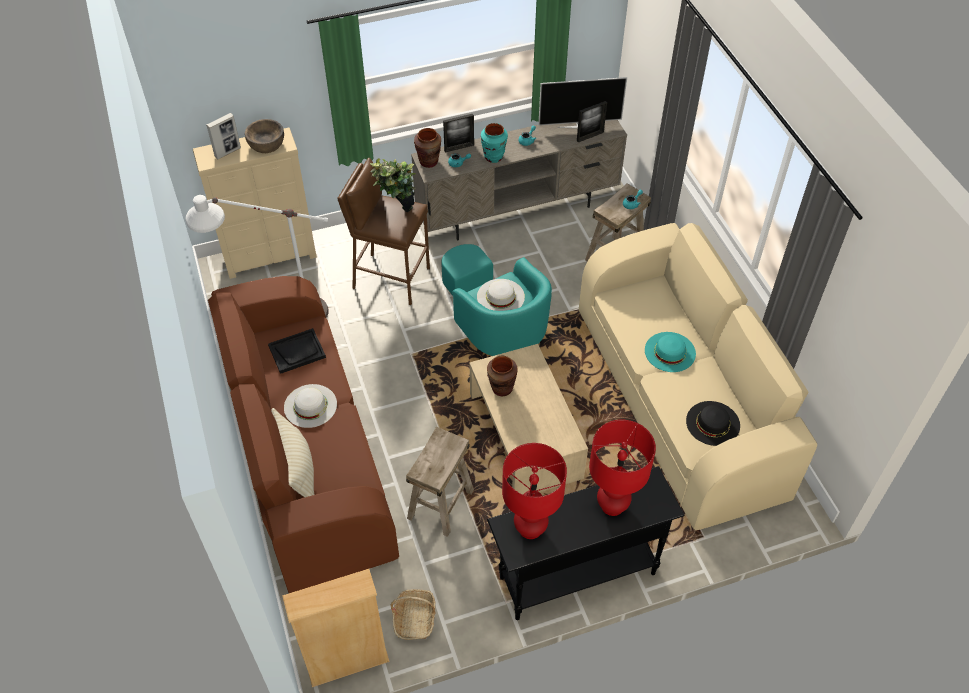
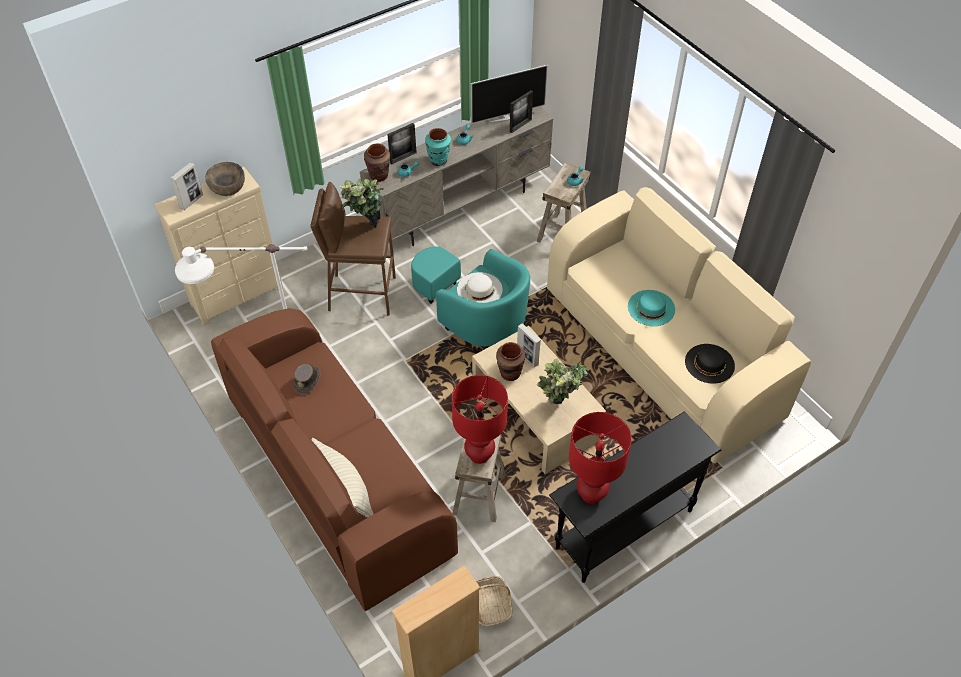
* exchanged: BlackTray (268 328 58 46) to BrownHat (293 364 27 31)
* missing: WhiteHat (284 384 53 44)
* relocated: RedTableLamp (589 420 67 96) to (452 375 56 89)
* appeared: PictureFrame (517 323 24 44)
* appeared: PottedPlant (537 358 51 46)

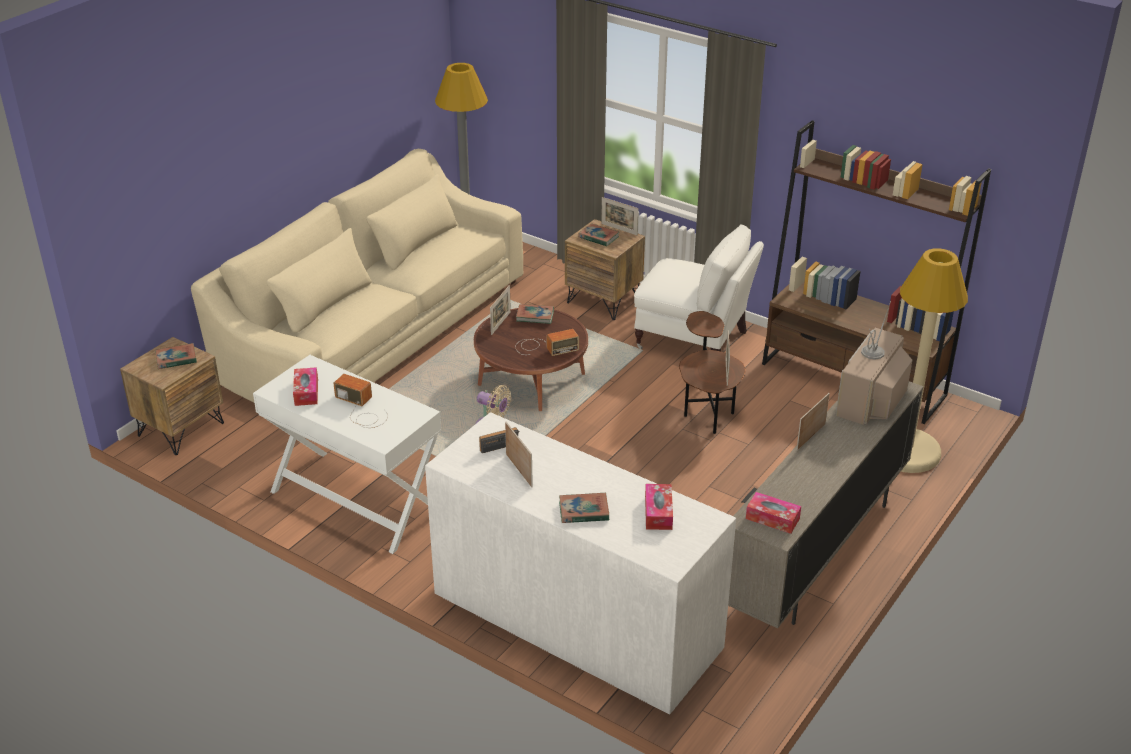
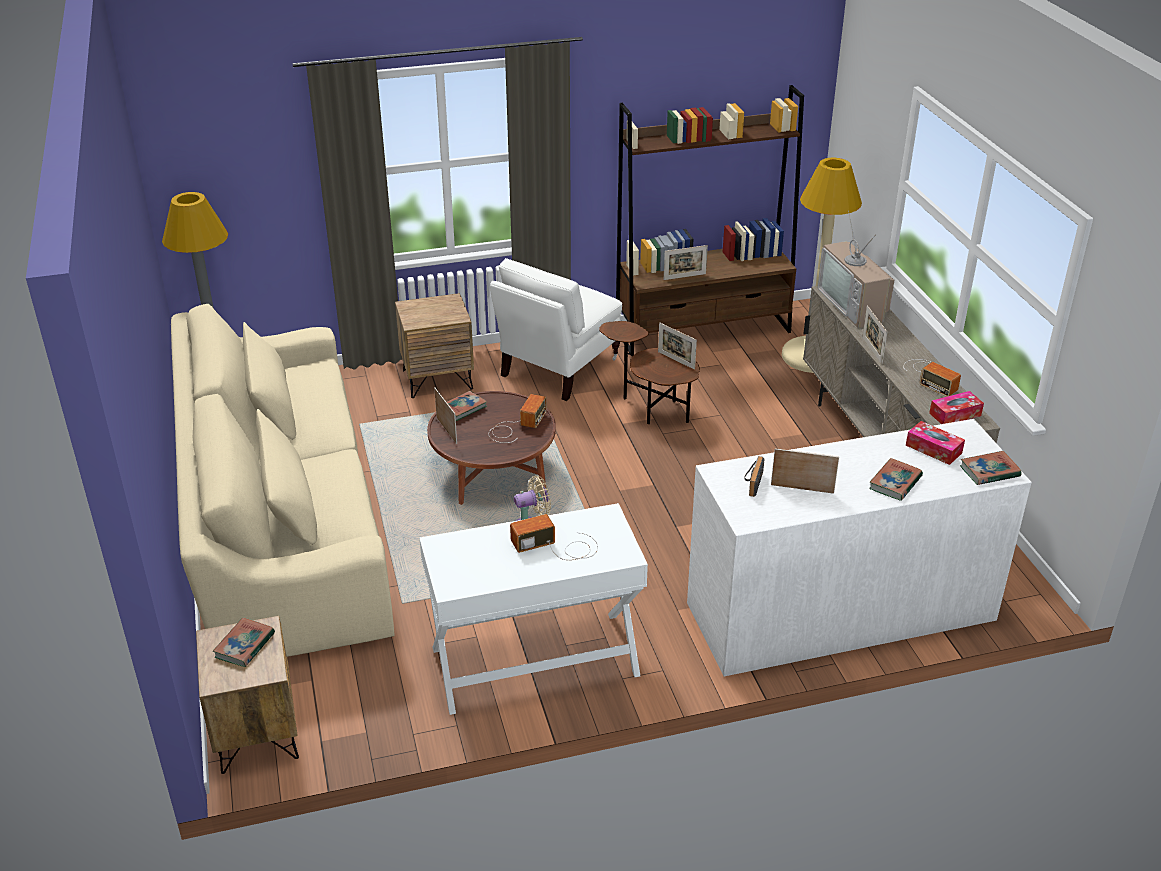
* relocated: PictureFrame (601 197 37 38) to (664 245 44 35)
* relocated: Book (578 223 41 24) to (960 451 61 34)
* spun: WhiteArmchair (634 224 130 127) = (490 258 132 143) 150 degrees clockwise
* missing: TissueBox (293 367 25 39)
* appeared: Radio (903 359 58 38)

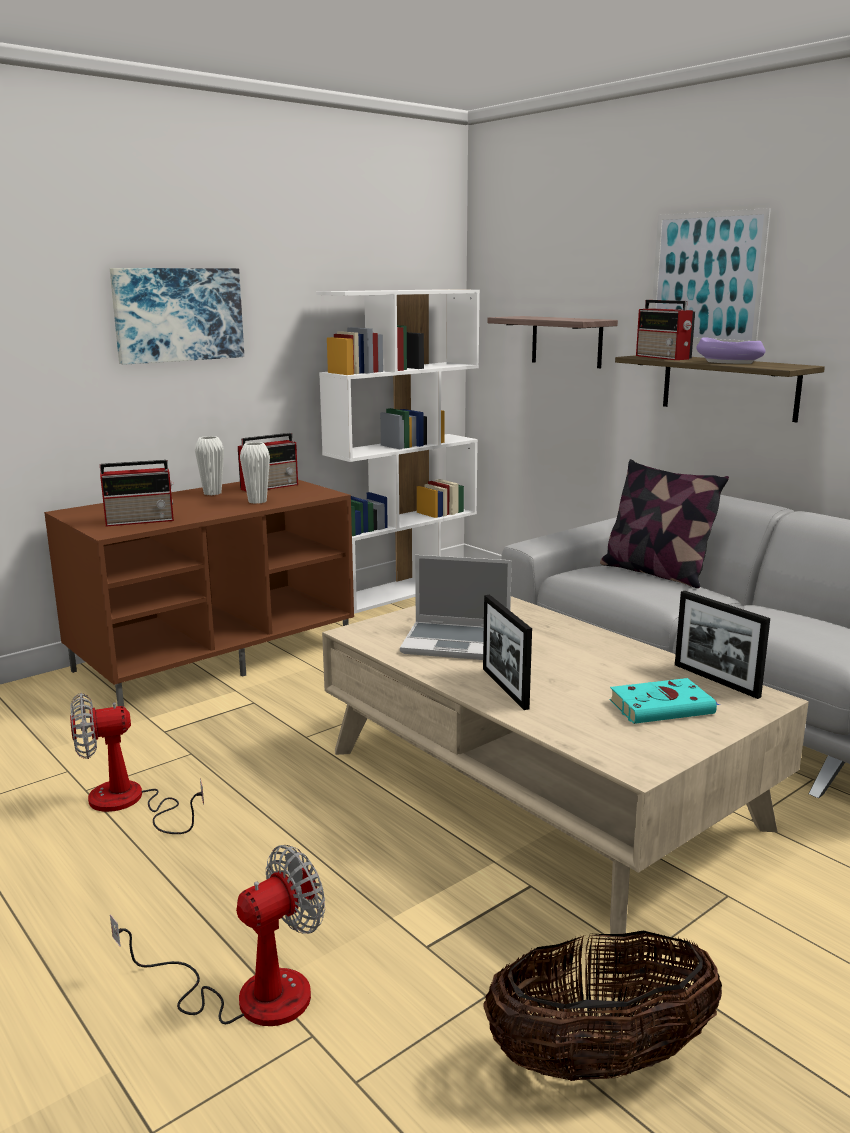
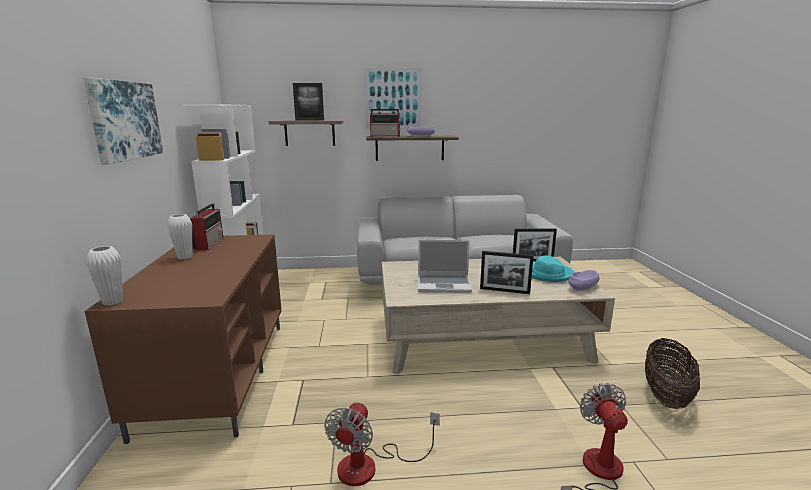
* relocated: WhiteVase (240 442 30 62) to (86 246 37 60)
* missing: Pillow (600 459 129 129)
* missing: Radio (99 460 75 67)
* spun: Laptop (400 555 112 105) = (418 240 54 53) 45 degrees clockwise
* exchanged: TurquoiseBook (610 678 110 46) to TurquoiseHat (532 256 44 26)
* appeared: PictureFrame (293 83 31 38)
* appeared: PurpleBowl (568 270 32 21)

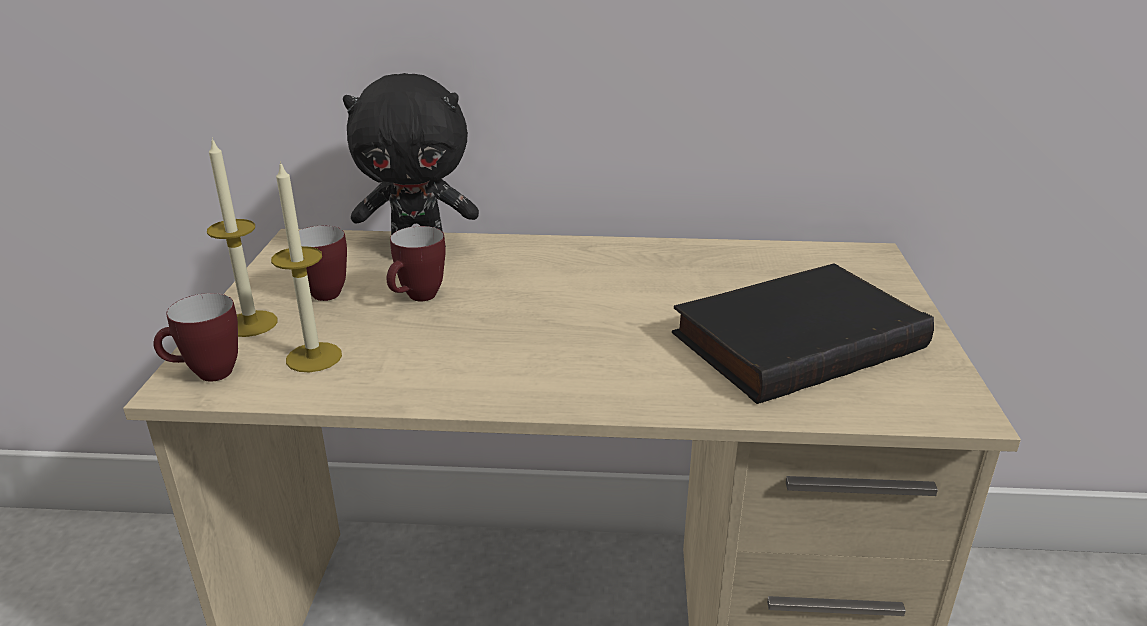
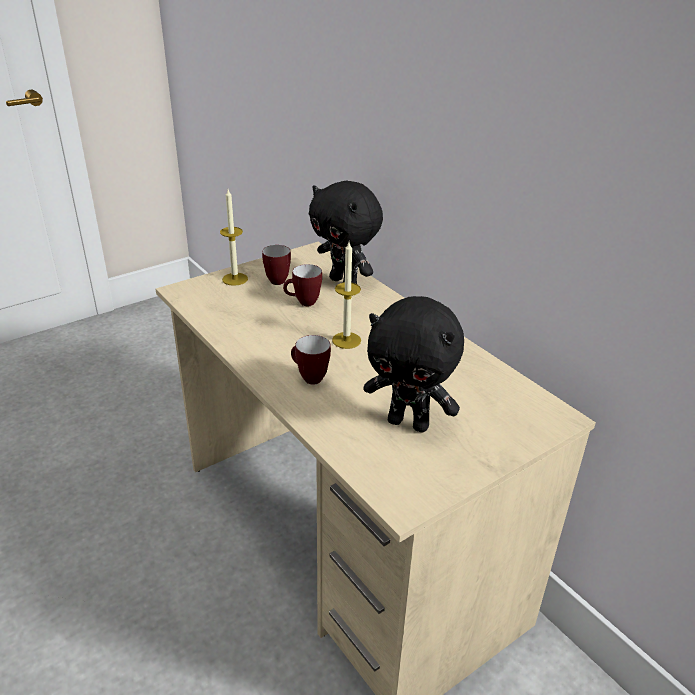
* relocated: Candle (271 161 71 211) to (332 242 29 107)
* exchanged: BlackBook (672 263 262 141) to BlackPlushToy (363 296 101 136)
* relocated: Mug (153 293 85 89) to (291 335 40 50)

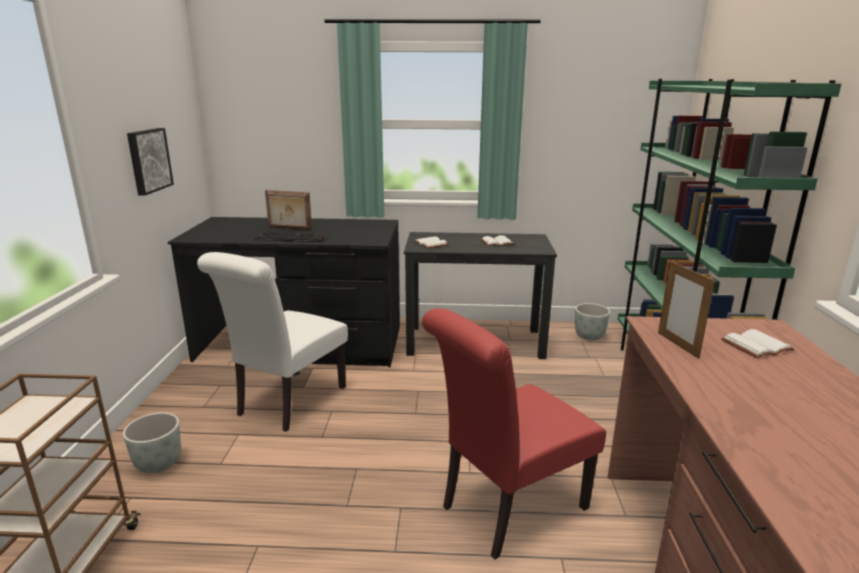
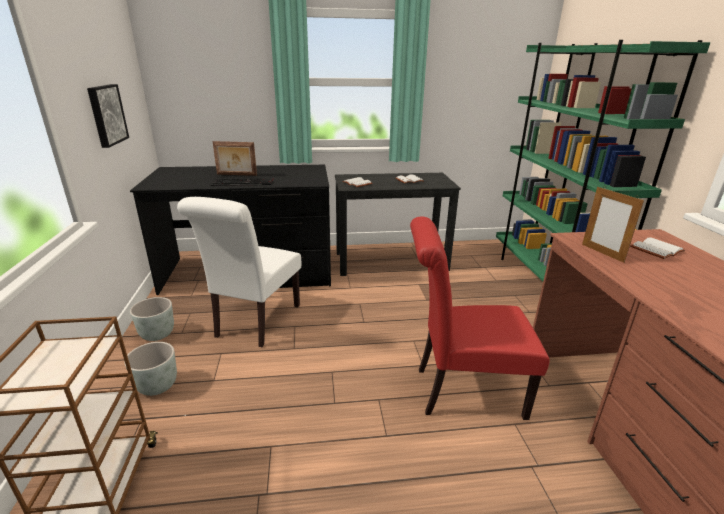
* relocated: GreyPlanter (575 303 35 38) to (130 297 44 44)
* spun: RedChair (422 308 184 251) = (410 217 140 203) 45 degrees clockwise

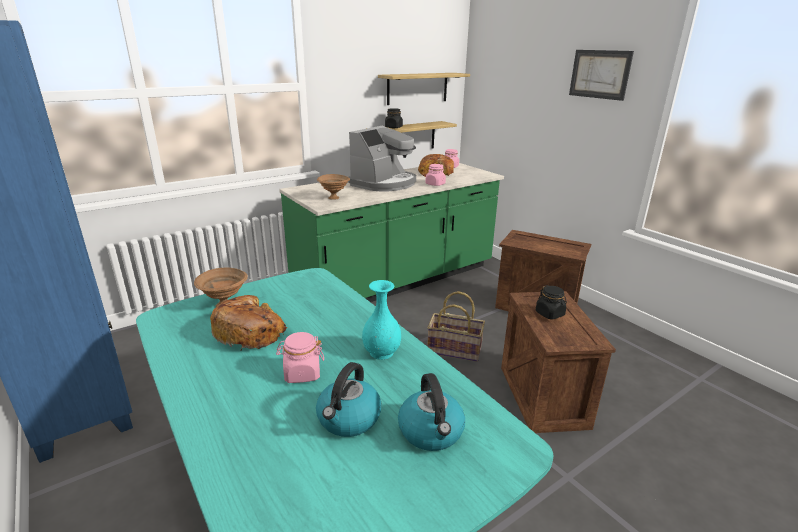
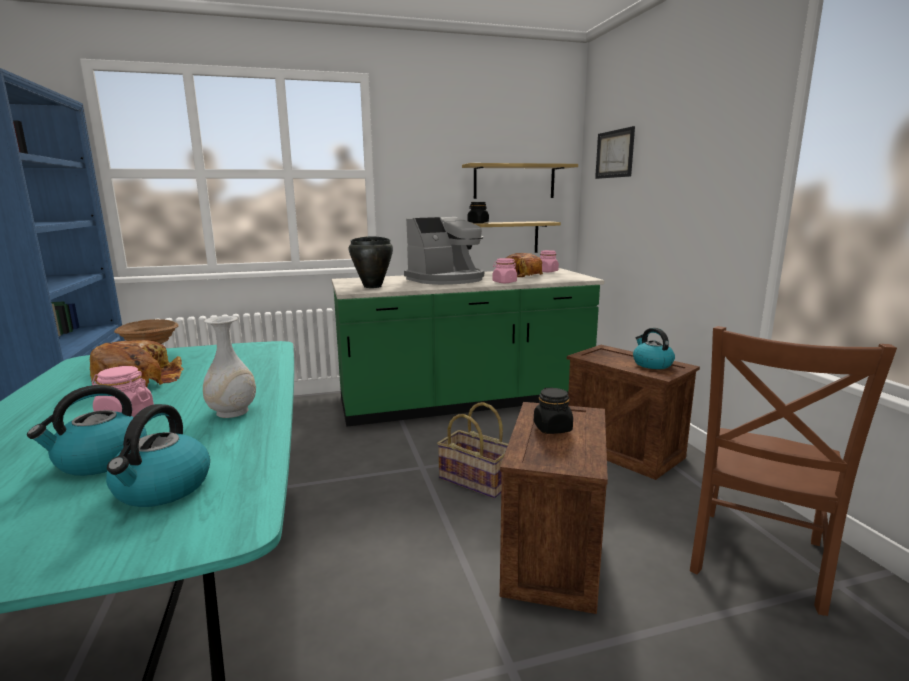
* relocated: Picture (569 50 65 51) to (595 126 40 53)
* exchanged: BrownBowl (317 174 33 26) to BlackCookingPot (349 236 44 52)
* colour: TurquoiseVase (362 280 39 80) to WhiteVase (203 316 53 102)
* appeared: BrownChair (690 326 207 290)
* appeared: Kettle (633 328 42 41)

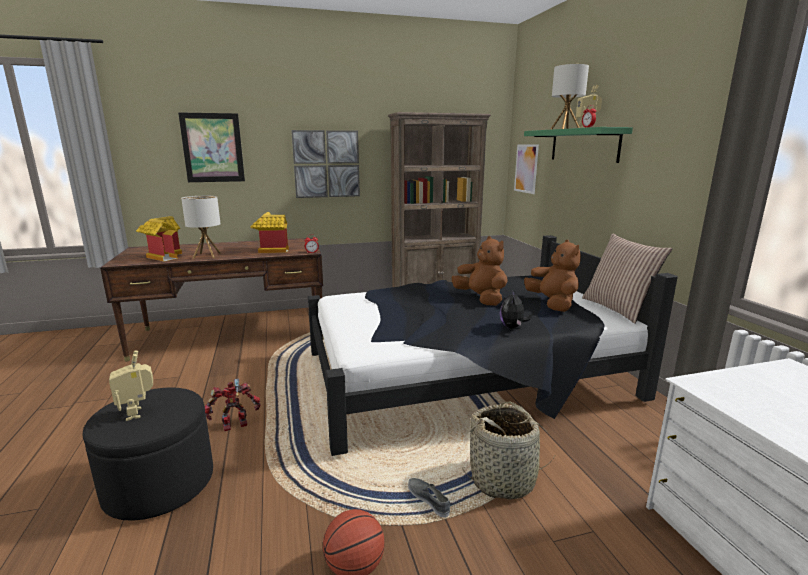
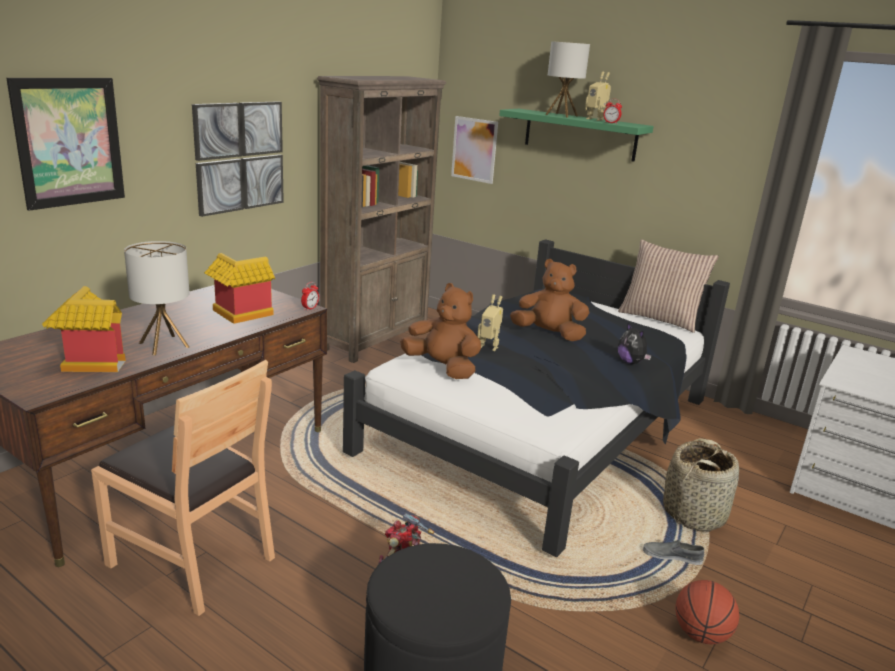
* relocated: BrownPlushToy (524 240 57 72) to (400 283 81 96)
* relocated: ToyRobot (109 350 44 71) to (477 294 26 57)
* appeared: BrownChair (91 360 184 256)

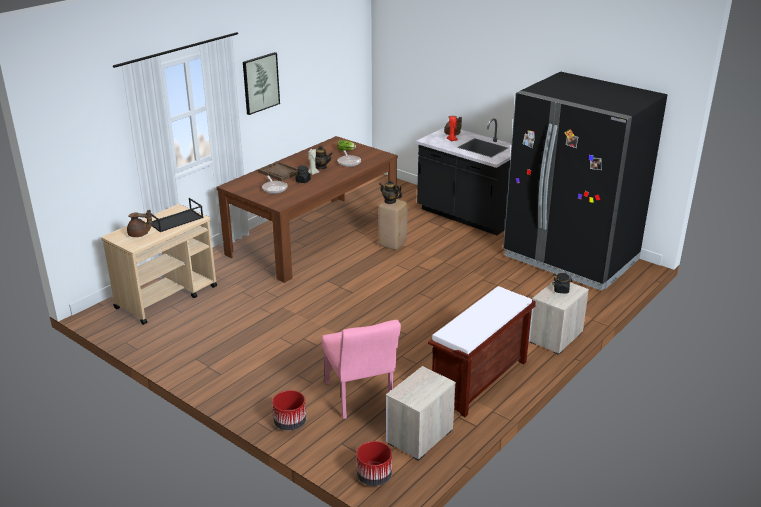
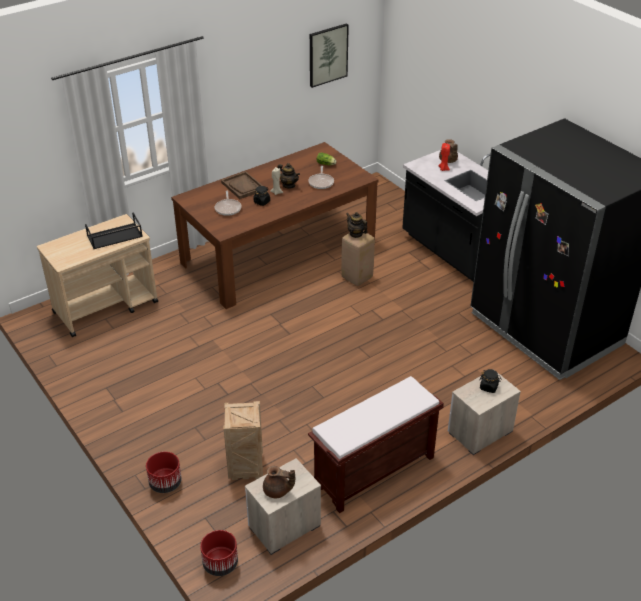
* relocated: Picture (243 52 37 63) to (310 23 39 65)
* relocated: BrownTeapot (127 210 25 27) to (263 466 32 33)
* exchanged: PinkChair (322 320 79 99) to Crate (224 401 39 79)

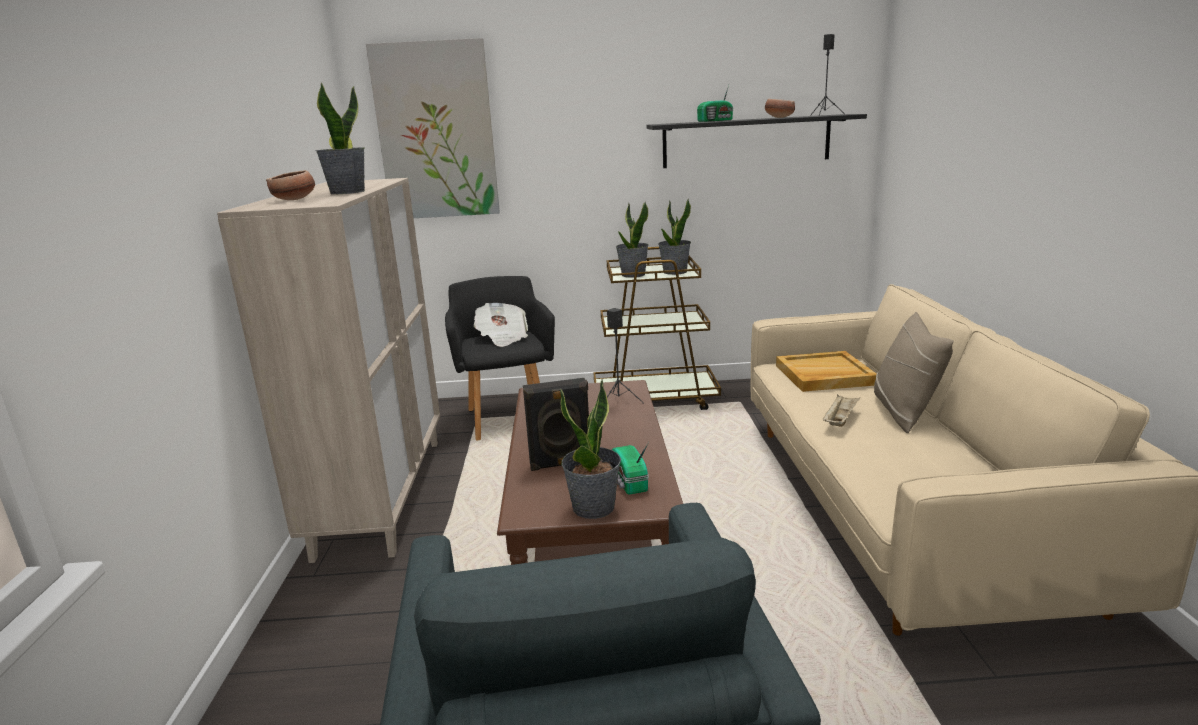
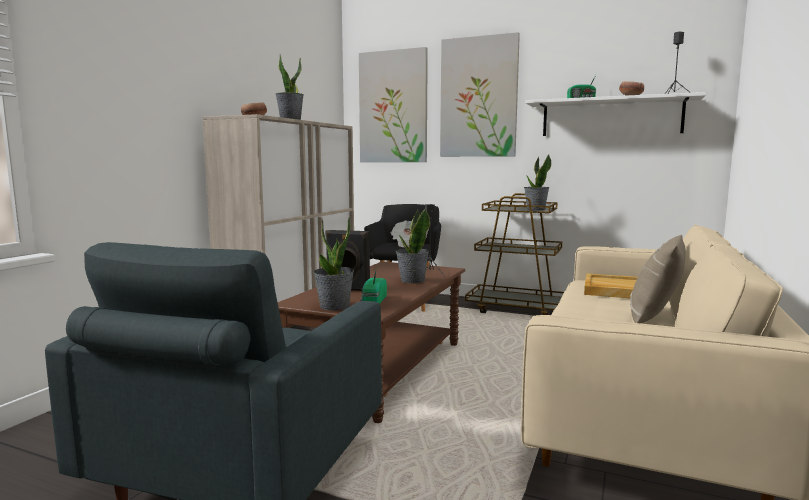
* colour: BlackShelf (646 114 221 54) to WhiteShelf (525 92 181 44)
* relocated: PottedPlant (616 202 33 76) to (396 209 34 74)
* missing: BeigeTray (823 394 37 33)
* appeared: Picture (440 32 80 125)

